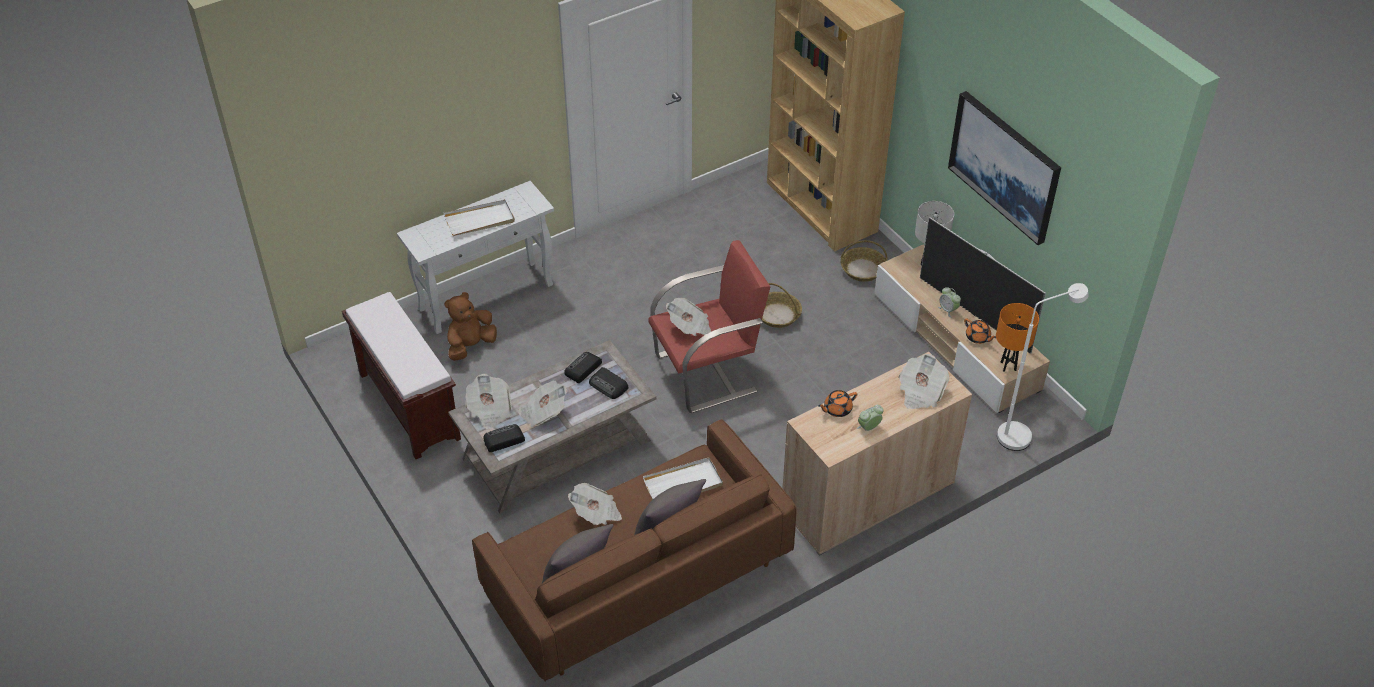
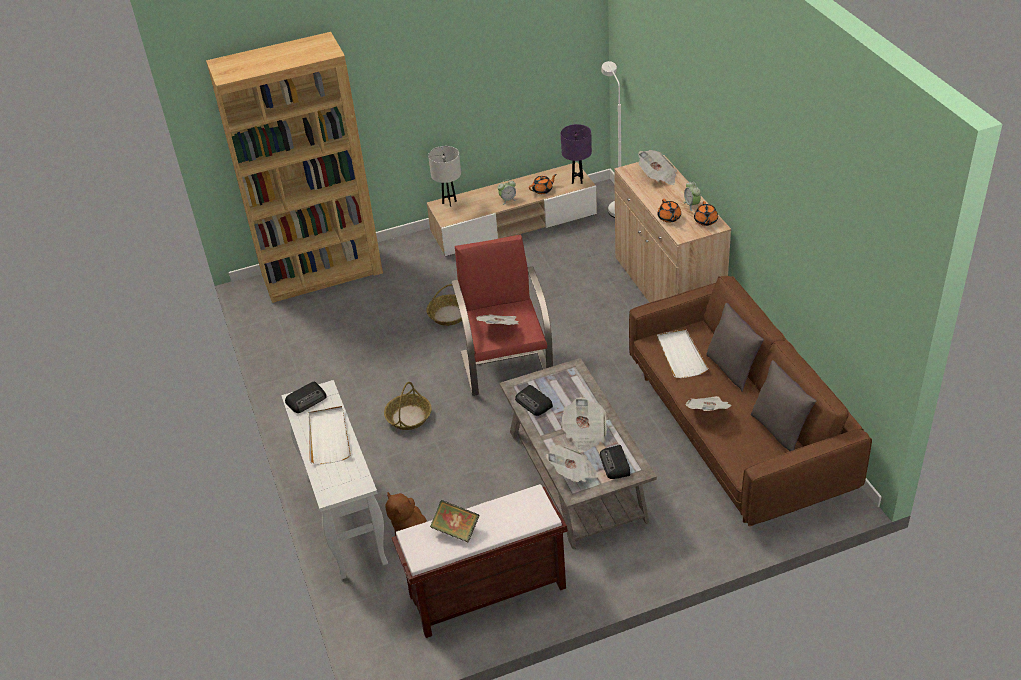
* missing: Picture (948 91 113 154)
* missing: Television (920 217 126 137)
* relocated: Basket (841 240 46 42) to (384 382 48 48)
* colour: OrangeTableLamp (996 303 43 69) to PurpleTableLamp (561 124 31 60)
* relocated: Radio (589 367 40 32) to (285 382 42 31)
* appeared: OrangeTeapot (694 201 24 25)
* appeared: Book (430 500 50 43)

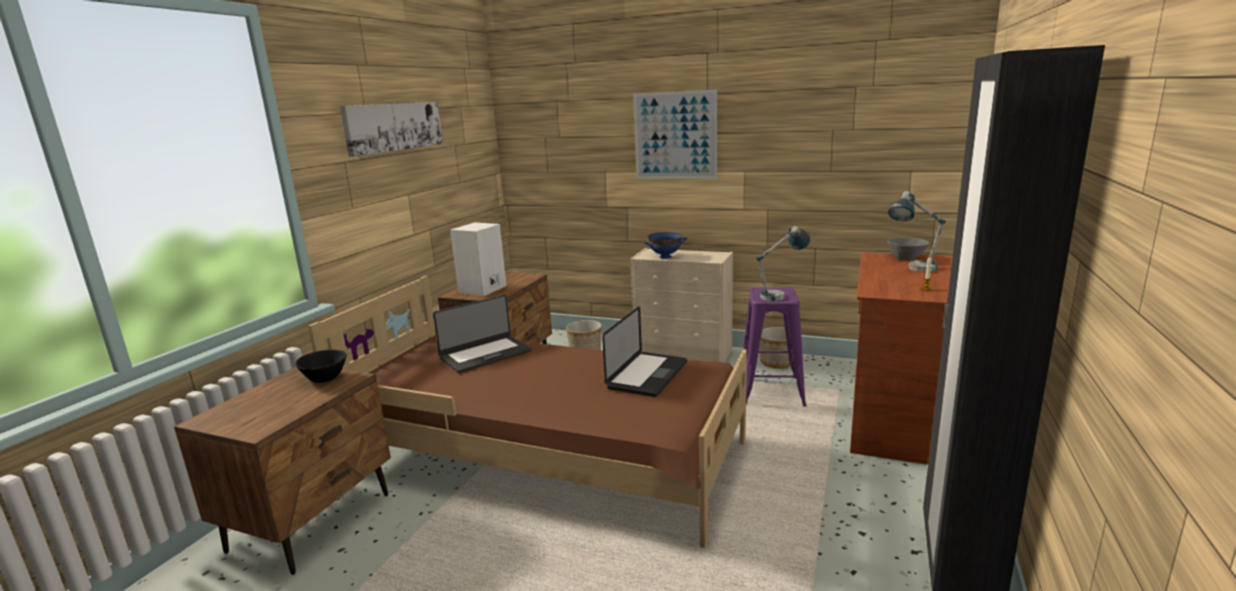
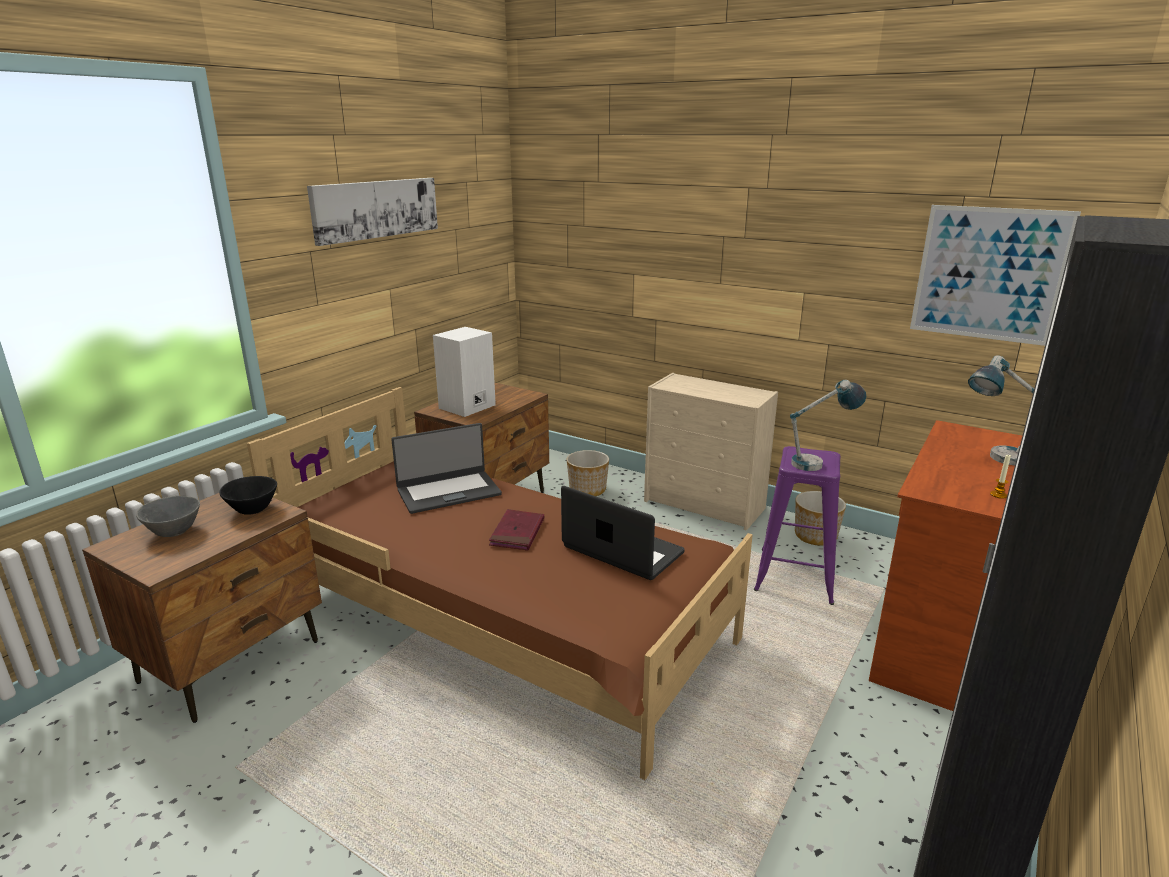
* relocated: Picture (633 89 84 90) to (910 205 171 141)
* missing: BlueBowl (643 232 44 27)
* relocated: GreyBowl (888 237 41 23) to (136 496 64 41)
* spun: Laptop (602 306 85 91) = (561 486 124 94) 90 degrees counterclockwise
* appeared: RedBook (489 509 55 42)

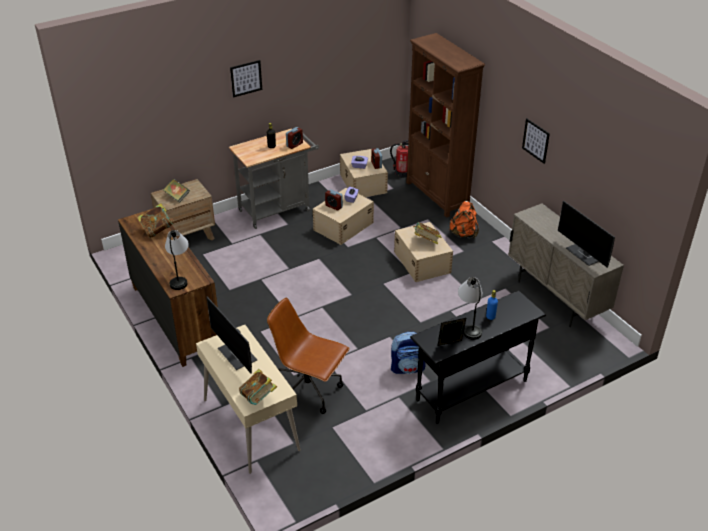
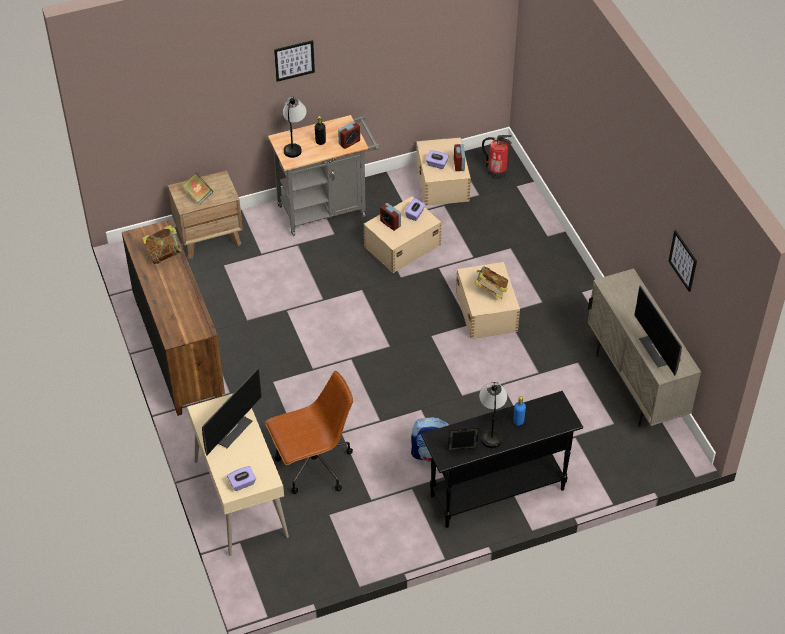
* missing: BrownBookcase (406 33 79 185)
* relocated: Picture (522 118 28 46) to (668 230 29 62)
* missing: OrangeBackpack (449 201 30 38)
* relocated: TableLamp (165 230 24 60) to (283 97 24 61)
* spun: Monitor (207 297 50 77) = (202 368 60 87) 120 degrees counterclockwise
* spun: BrownOfficeChair (267 297 82 117) = (265 371 88 123) 120 degrees clockwise
* exchanged: Book (239 369 38 36) to PurpleTissueBox (227 466 29 25)

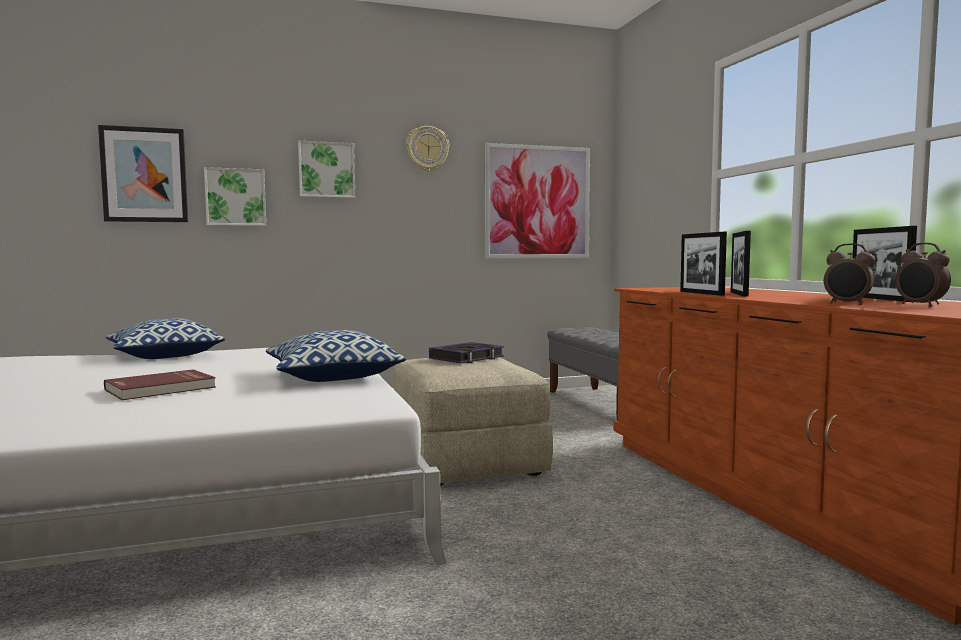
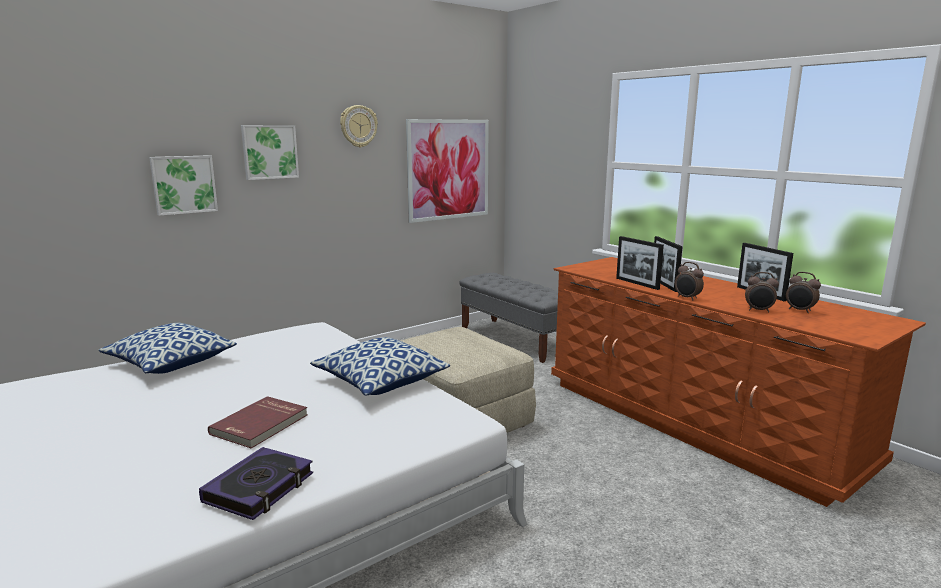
* missing: Picture (98 125 90 97)
* relocated: Book (429 342 75 21) to (199 447 114 73)
* appeared: AlarmClock (675 262 29 38)

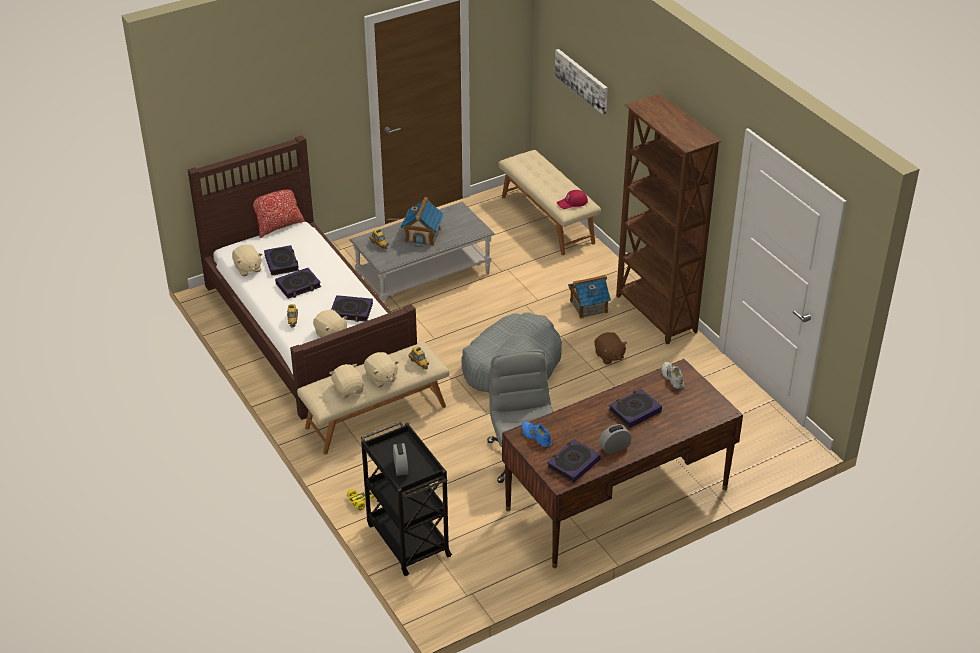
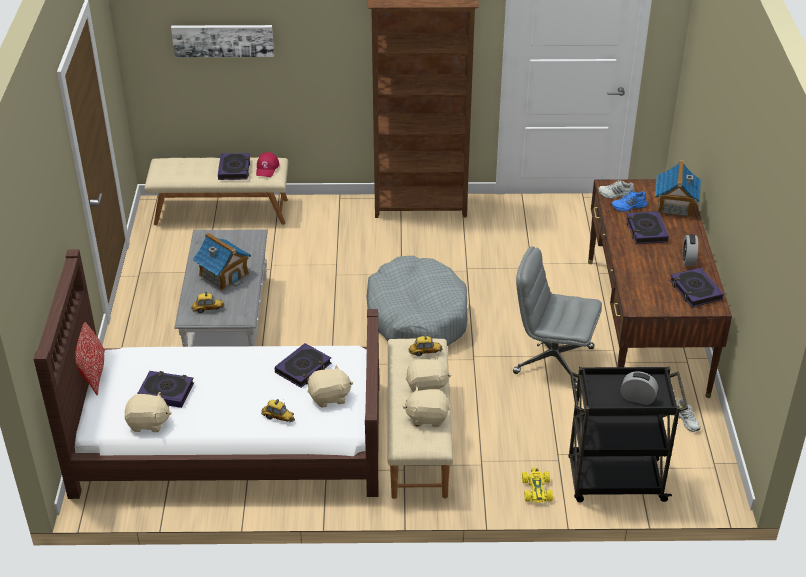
* relocated: Book (275 268 46 31) to (218 153 32 27)
* relocated: ToyHouse (568 275 43 44) to (655 160 46 58)
* missing: BrownPlushToy (594 332 33 33)
* relocated: BlueShoe (522 421 30 26) to (611 191 36 21)
* appeared: WhiteShoe (676 398 25 34)

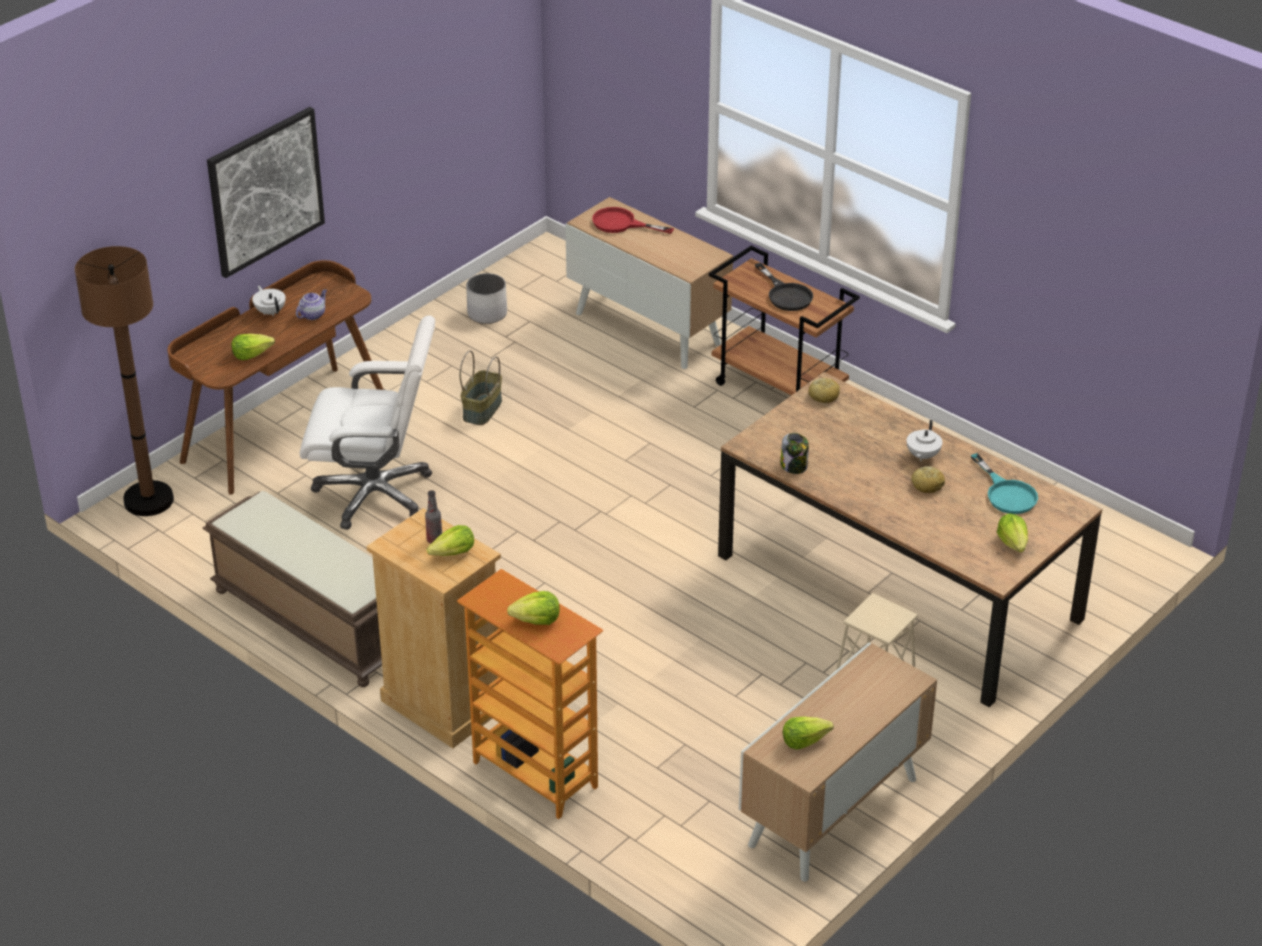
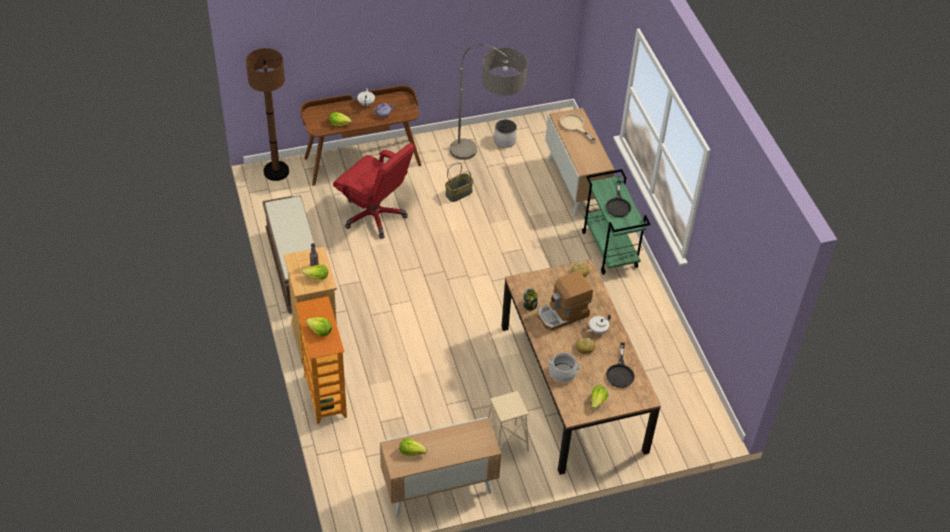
* missing: Picture (207 107 118 171)
* colour: RedFryingPan (592 207 82 27) to BeigeFryingPan (560 114 37 29)
* colour: BrownCart (709 246 151 149) to GreenCart (582 169 68 106)
* colour: WhiteOfficeChair (300 315 135 215) to RedOfficeChair (333 143 81 96)
* colour: TurquoiseFryingPan (971 453 67 61) to BlackFryingPan (606 342 29 46)
* appeared: FloorLamp (450 44 77 116)
* appeared: CoffeeMachine (537 271 56 60)
* appeared: CookingPot (548 352 32 31)

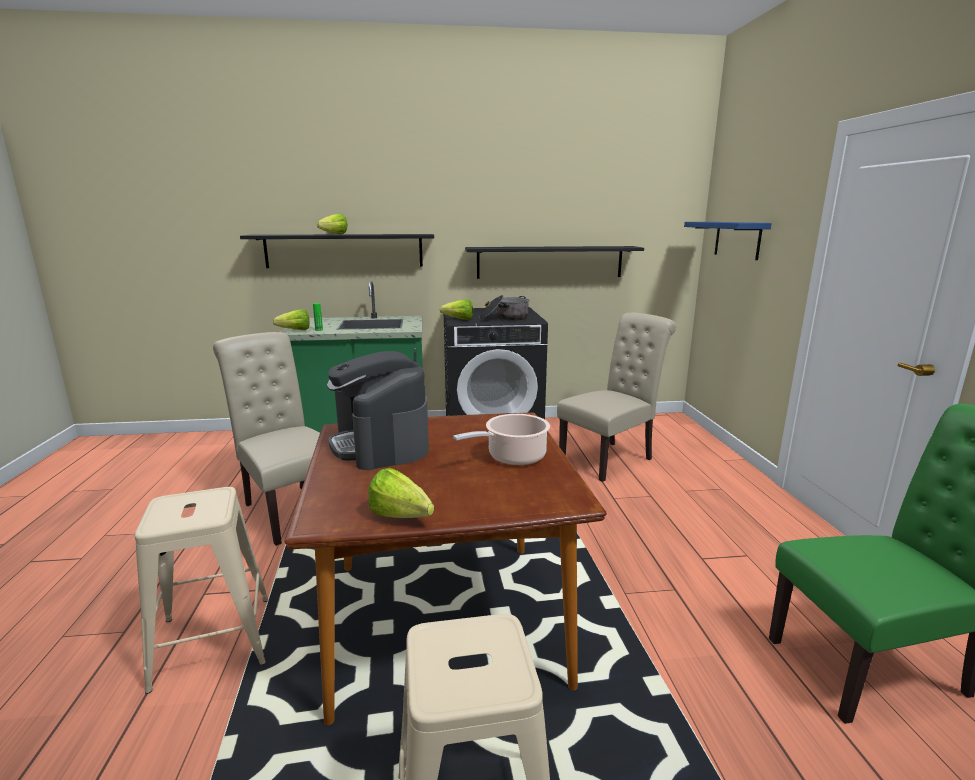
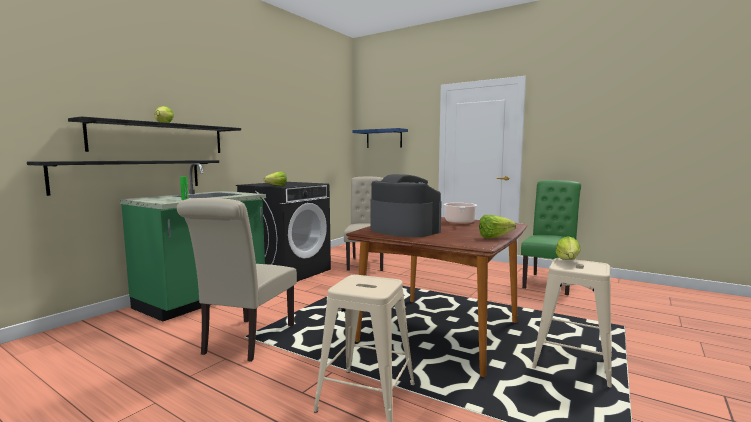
* relocated: BlackShelf (465 246 179 33) to (27 160 192 36)
* missing: CookingPot (479 295 51 26)
* relocated: Lettuce (273 309 37 21) to (555 236 26 24)
* spun: BeigeChair (213 332 107 214) = (177 198 120 164) 75 degrees counterclockwise
* spun: CoffeeMachine (327 351 102 119) = (370 174 72 63) 150 degrees counterclockwise

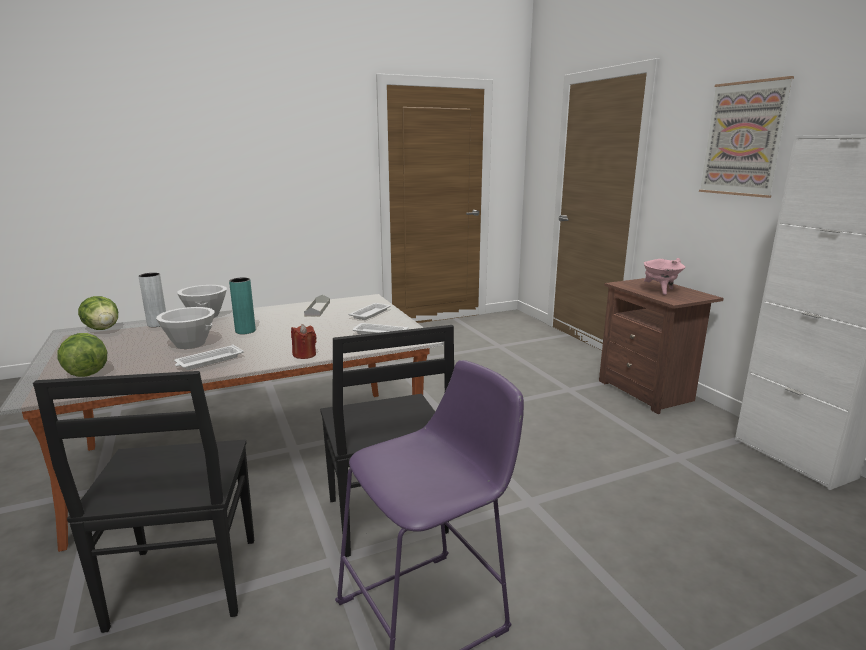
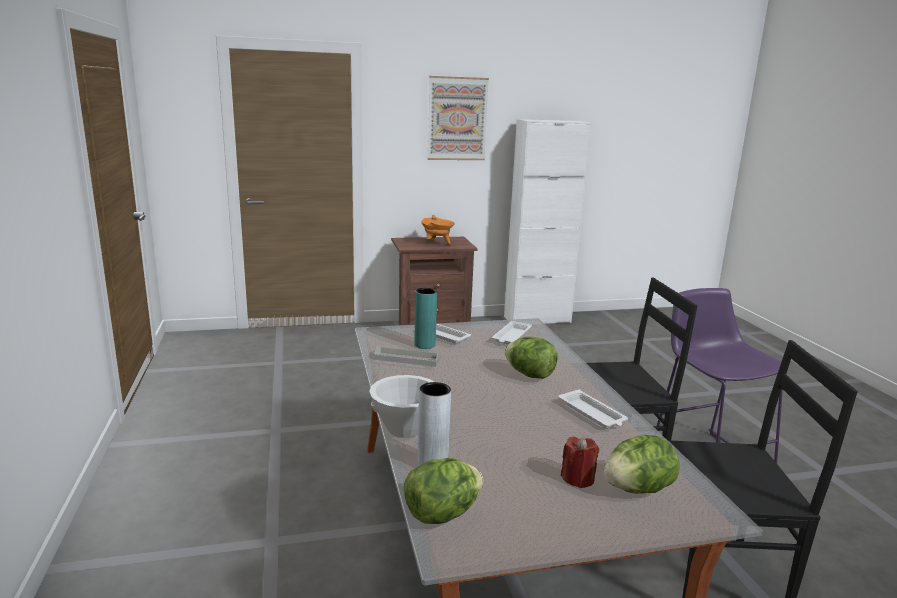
* colour: PinkCookingPot (644 258 42 37) to OrangeCookingPot (421 215 34 30)
* relocated: TurquoiseVase (229 278 27 56) to (414 288 23 61)
* missing: WhiteBowl (156 307 59 42)
* relocated: RedCandle (291 324 26 35) to (561 437 38 51)
* appeared: Lettuce (504 336 54 43)

